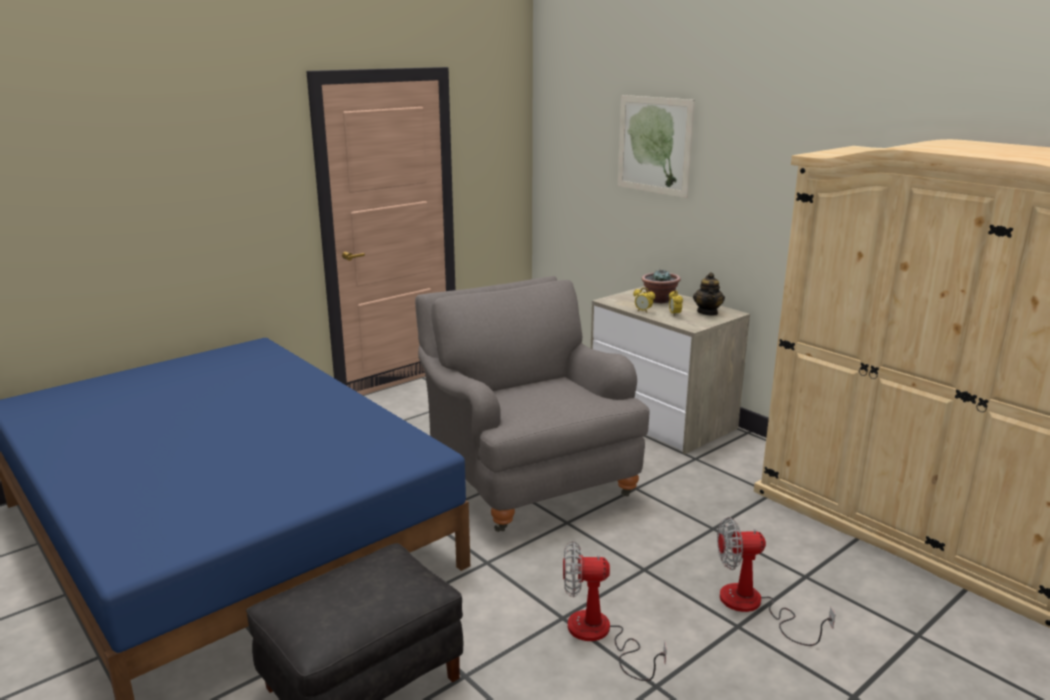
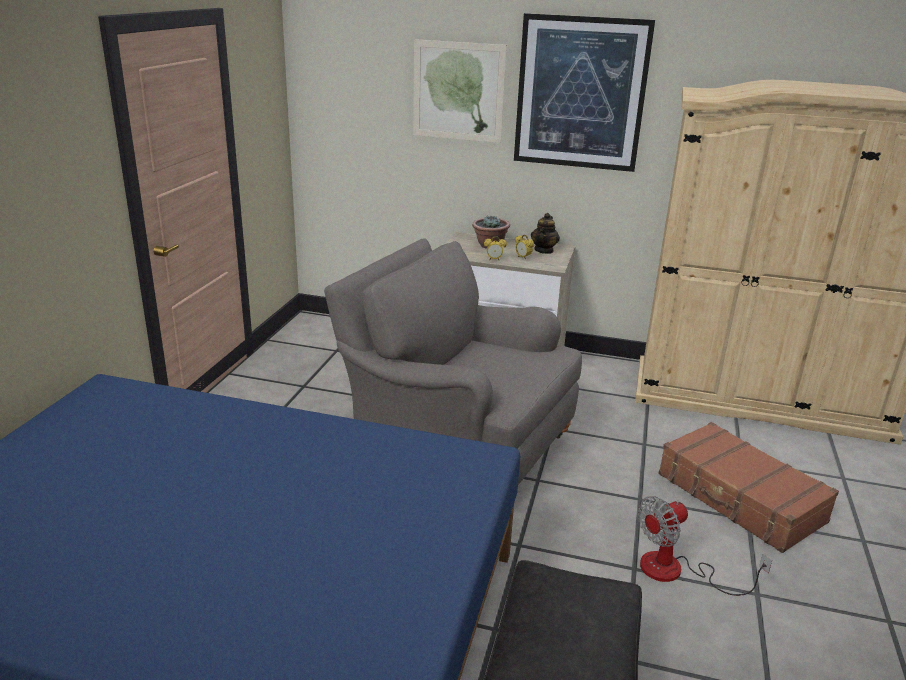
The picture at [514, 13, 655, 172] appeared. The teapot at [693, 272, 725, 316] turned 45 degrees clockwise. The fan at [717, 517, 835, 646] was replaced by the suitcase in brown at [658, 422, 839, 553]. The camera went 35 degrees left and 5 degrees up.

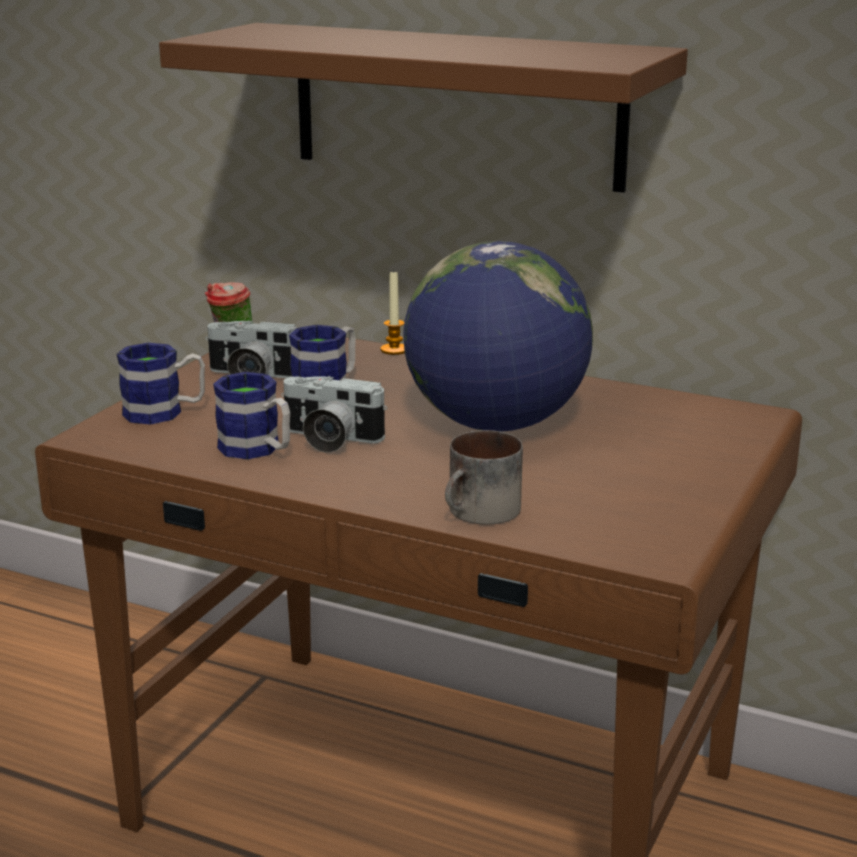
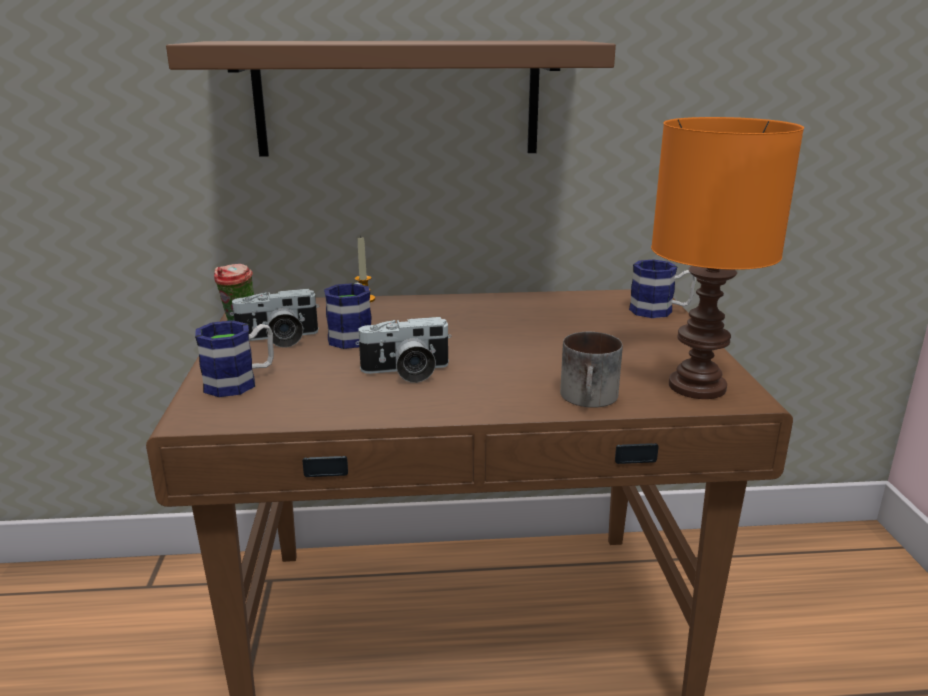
The mug moved from [213, 372, 290, 459] to [629, 260, 696, 318]. The table lamp in orange at [651, 117, 804, 399] appeared. The globe at [403, 241, 593, 431] disappeared. The camera went 30 degrees left and 0 degrees up.

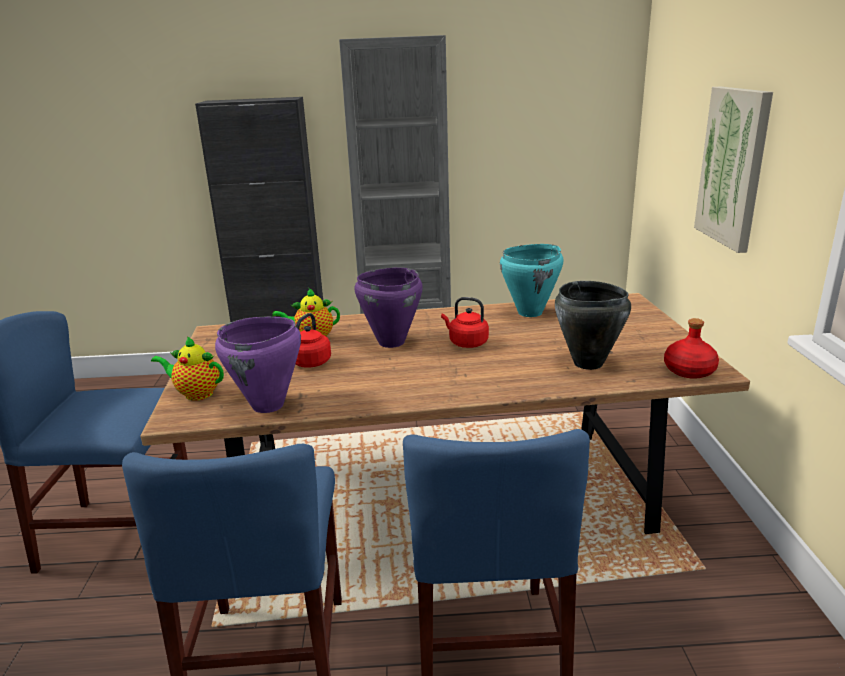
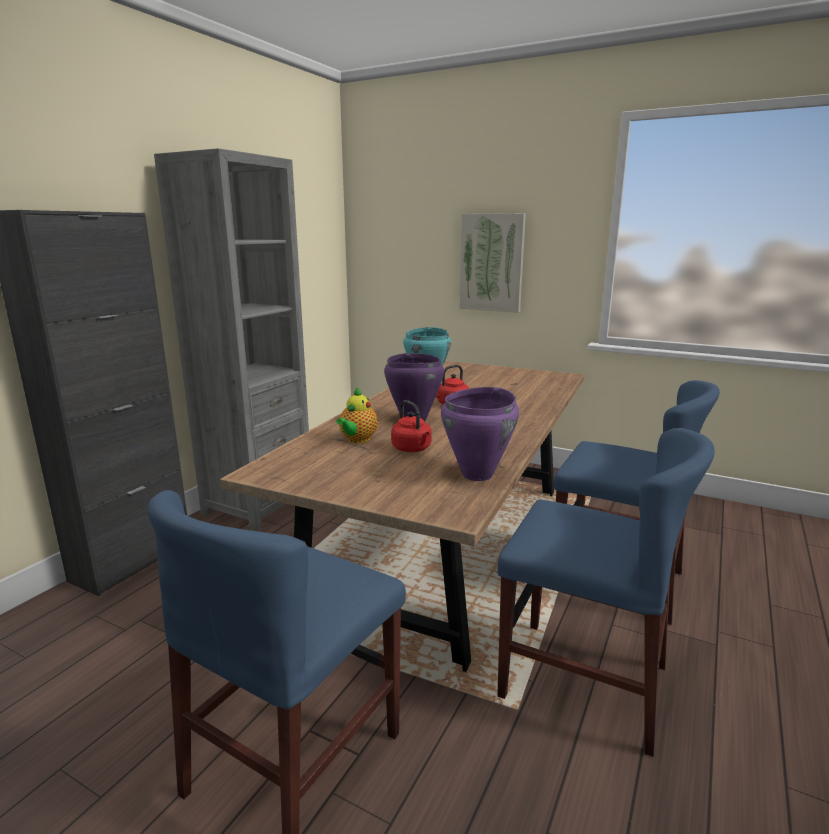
The teapot at [151, 336, 224, 401] disappeared. The cooking pot in black at [555, 281, 631, 370] disappeared. The bottle in red at [664, 318, 719, 379] disappeared. The camera went 60 degrees left and 5 degrees down.

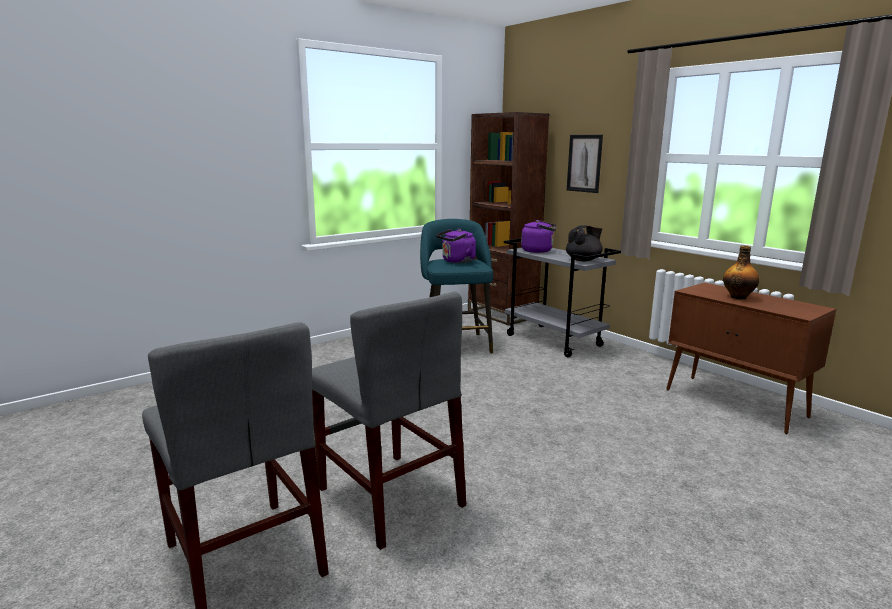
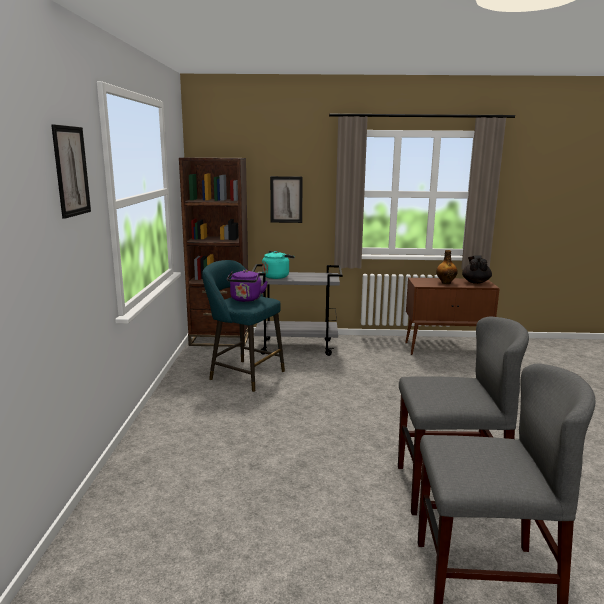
The picture at [51, 124, 91, 219] appeared. The kettle in purple at [521, 220, 556, 253] became the kettle in turquoise at [262, 251, 295, 279]. The teapot in black moved from [566, 225, 603, 261] to [462, 255, 492, 284]. The camera went 50 degrees left and 0 degrees up.

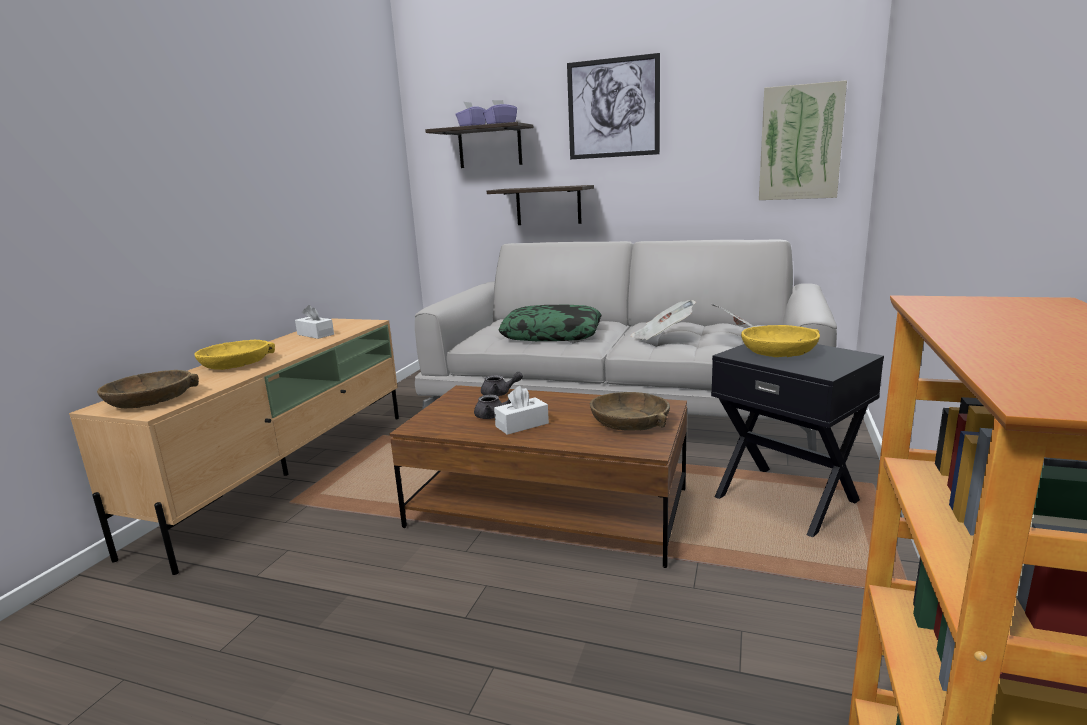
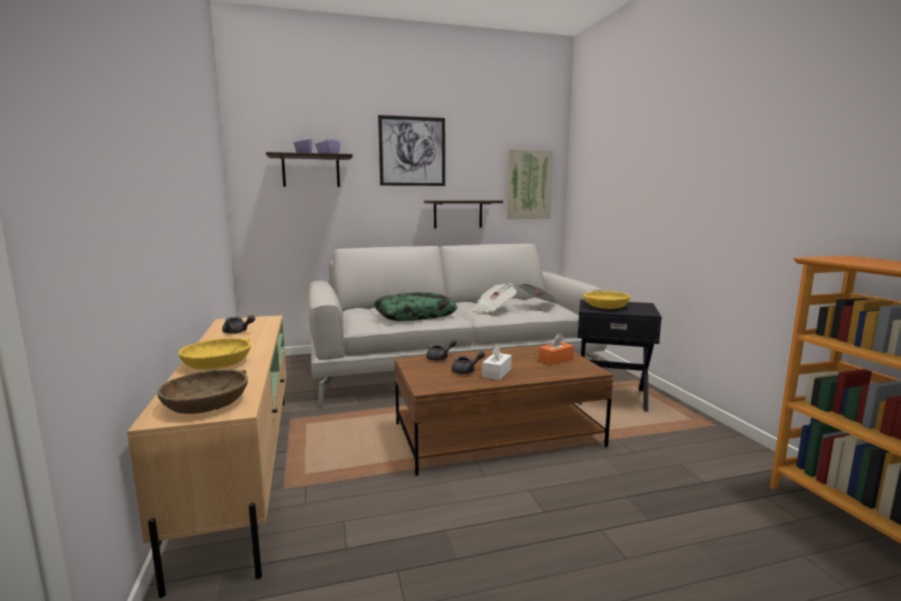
The tissue box in white at [295, 305, 334, 339] was replaced by the teapot in grey at [222, 315, 255, 334]. The shelf moved from [487, 185, 594, 225] to [424, 200, 503, 228]. The bowl in brown at [590, 392, 670, 431] was replaced by the tissue box in orange at [539, 333, 574, 365]. The camera went 35 degrees left and 5 degrees down.

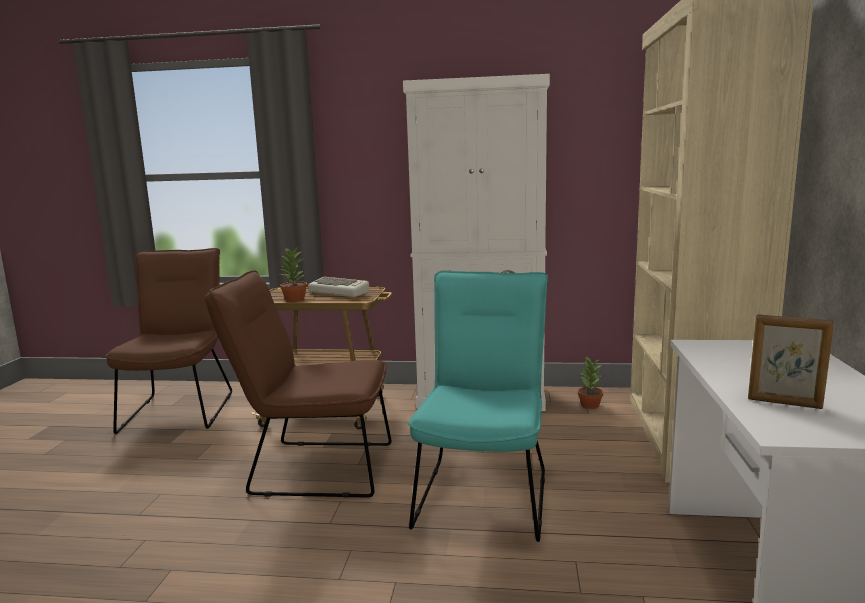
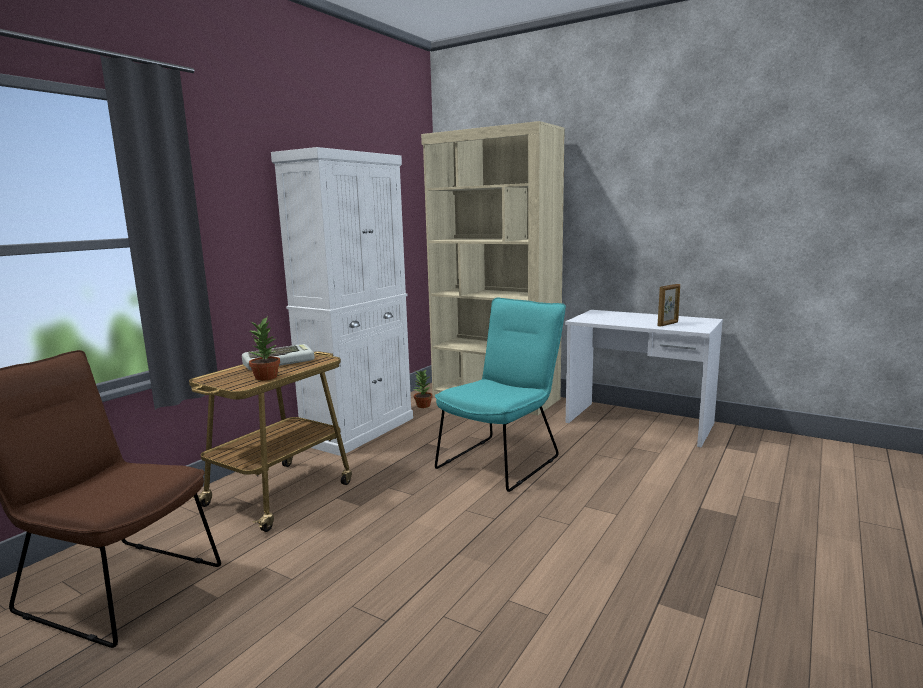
The chair in turquoise at [408, 271, 548, 542] turned 90 degrees clockwise. The chair in brown at [205, 270, 391, 498] disappeared. The camera went 65 degrees left and 0 degrees up.

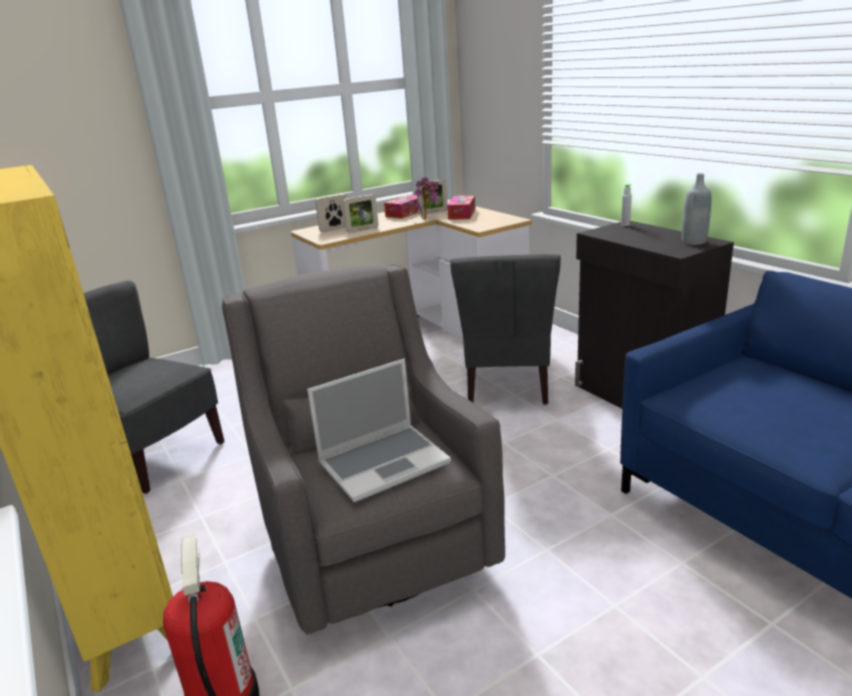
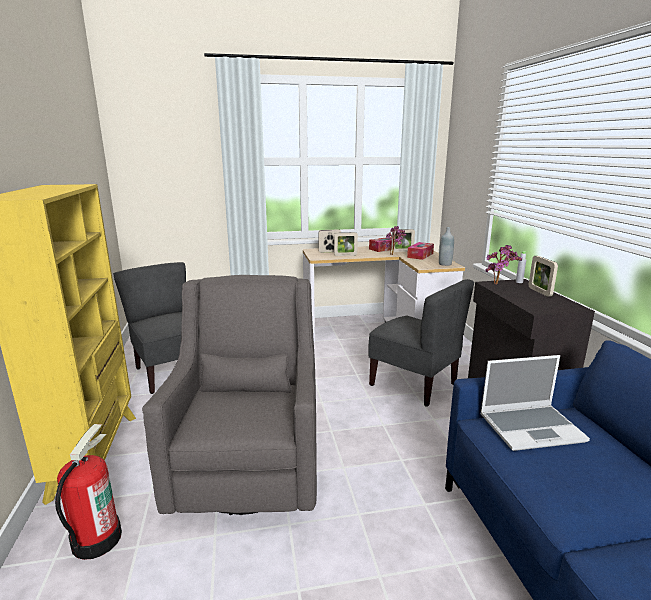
The chair in grey at [450, 254, 561, 404] turned 75 degrees counterclockwise. The bottle in grey moved from [682, 173, 711, 245] to [439, 227, 454, 266]. The laptop moved from [307, 359, 451, 502] to [480, 355, 590, 451]. The potted plant at [485, 245, 522, 284] appeared. The picture frame at [529, 256, 558, 297] appeared. The camera went 20 degrees right and 5 degrees down.

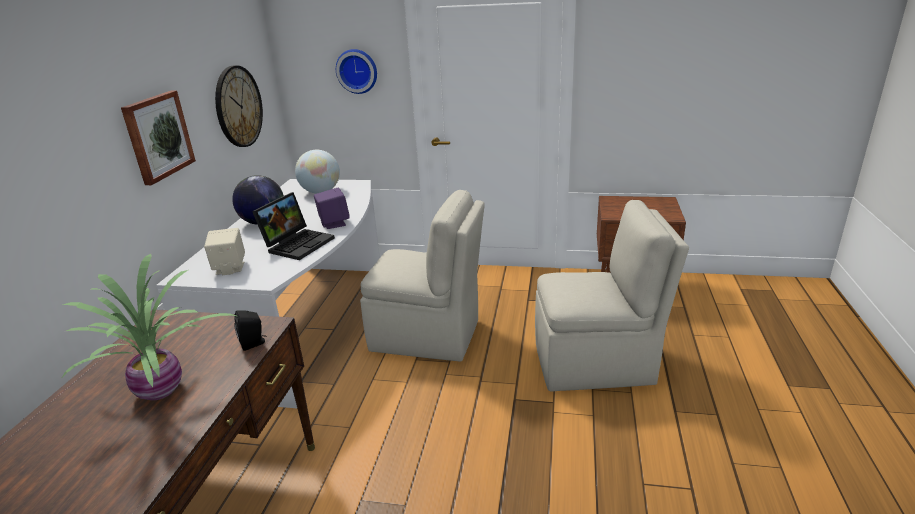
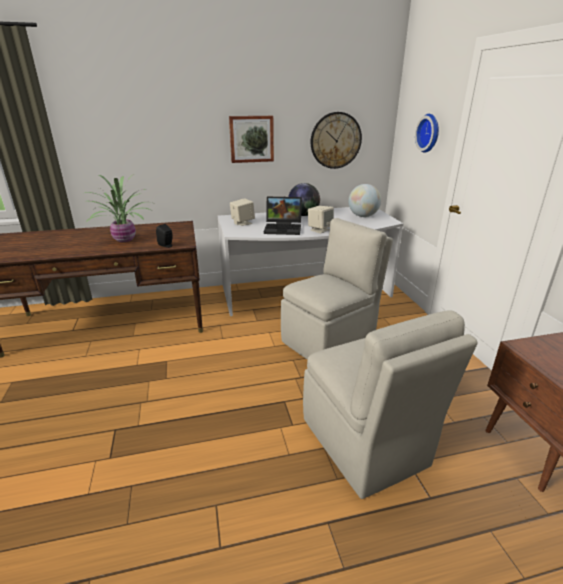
The chair in beige at [360, 190, 485, 362] turned 120 degrees counterclockwise. The speaker in purple at [314, 188, 350, 229] became the speaker in beige at [308, 206, 334, 234]. The camera went 65 degrees right and 0 degrees up.

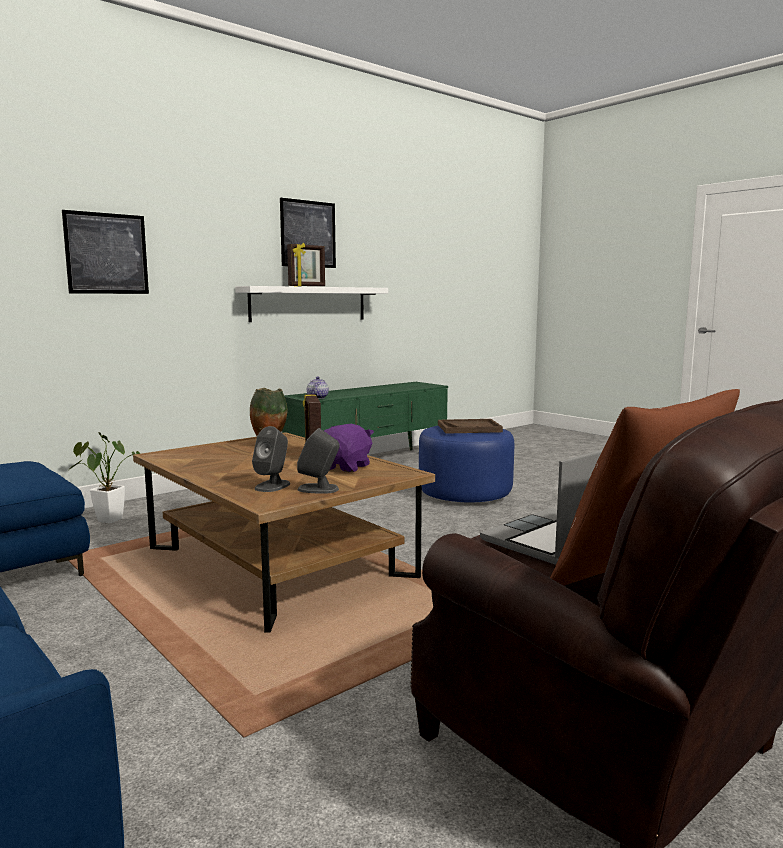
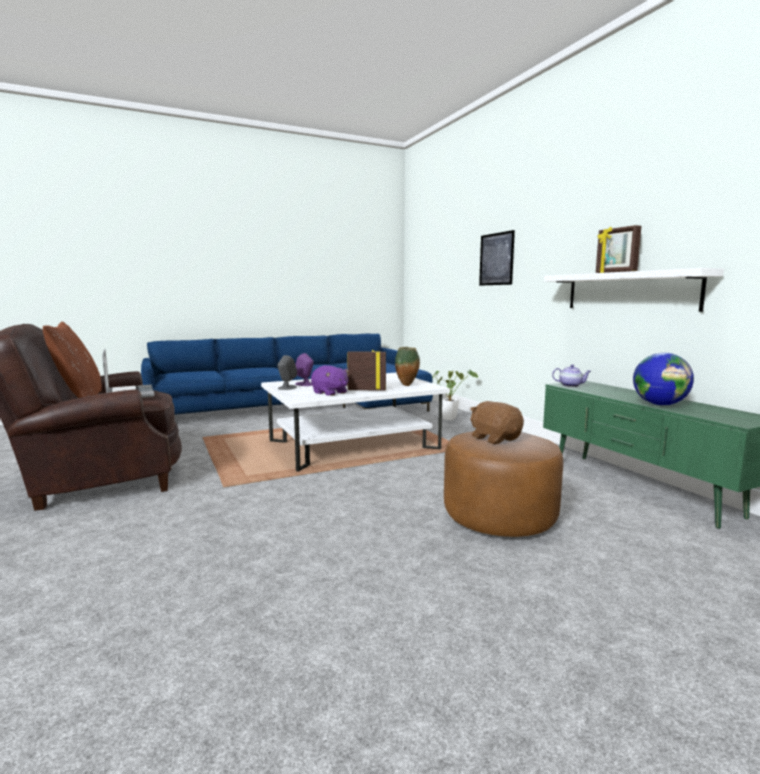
The coffee table in brown at [133, 432, 435, 633] became the coffee table in white at [261, 373, 450, 472]. The speaker in grey at [252, 426, 290, 492] became the speaker in purple at [295, 353, 314, 386]. The ottoman in blue at [419, 426, 514, 502] became the ottoman in brown at [444, 431, 563, 537]. The tray in brown at [438, 419, 503, 434] was replaced by the plush toy in brown at [470, 401, 524, 444]. The globe at [633, 353, 694, 405] appeared. The picture at [280, 198, 336, 268] disappeared. The camera went 105 degrees right and 0 degrees up.

